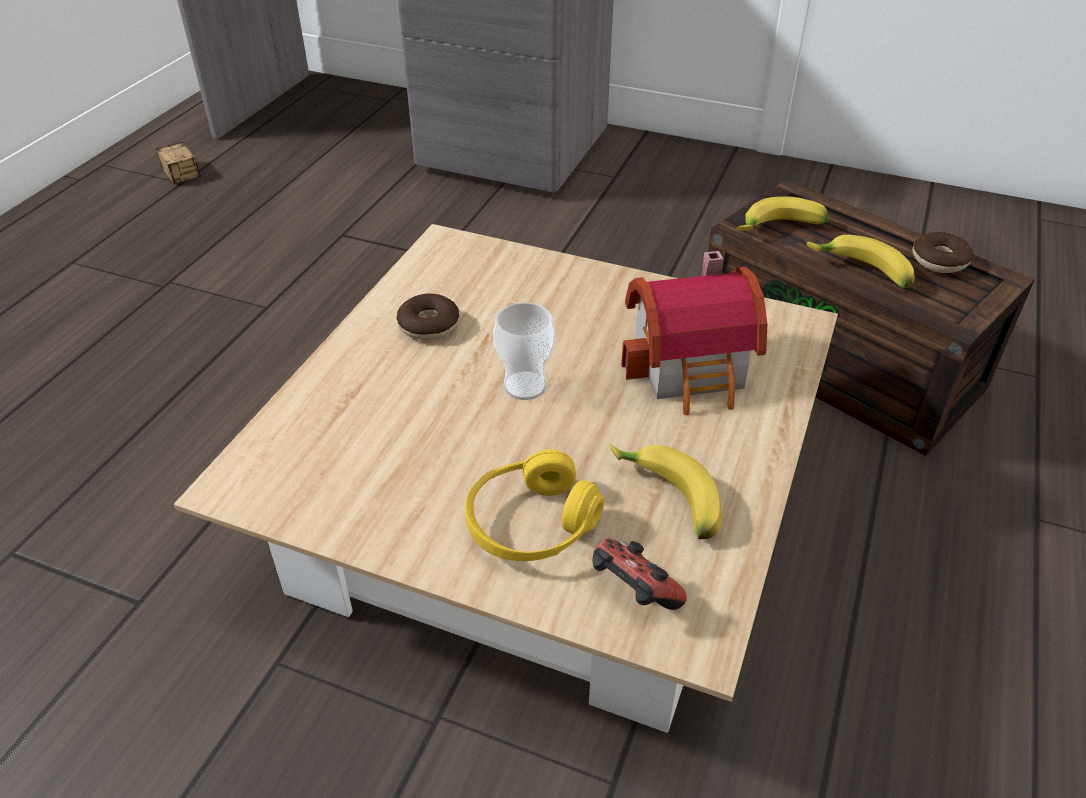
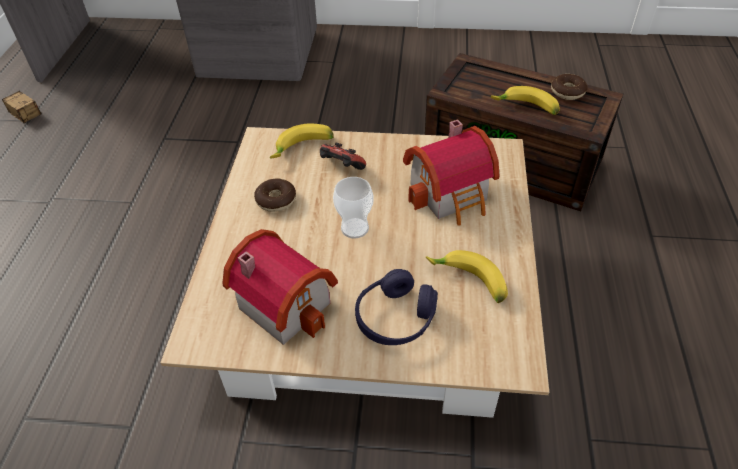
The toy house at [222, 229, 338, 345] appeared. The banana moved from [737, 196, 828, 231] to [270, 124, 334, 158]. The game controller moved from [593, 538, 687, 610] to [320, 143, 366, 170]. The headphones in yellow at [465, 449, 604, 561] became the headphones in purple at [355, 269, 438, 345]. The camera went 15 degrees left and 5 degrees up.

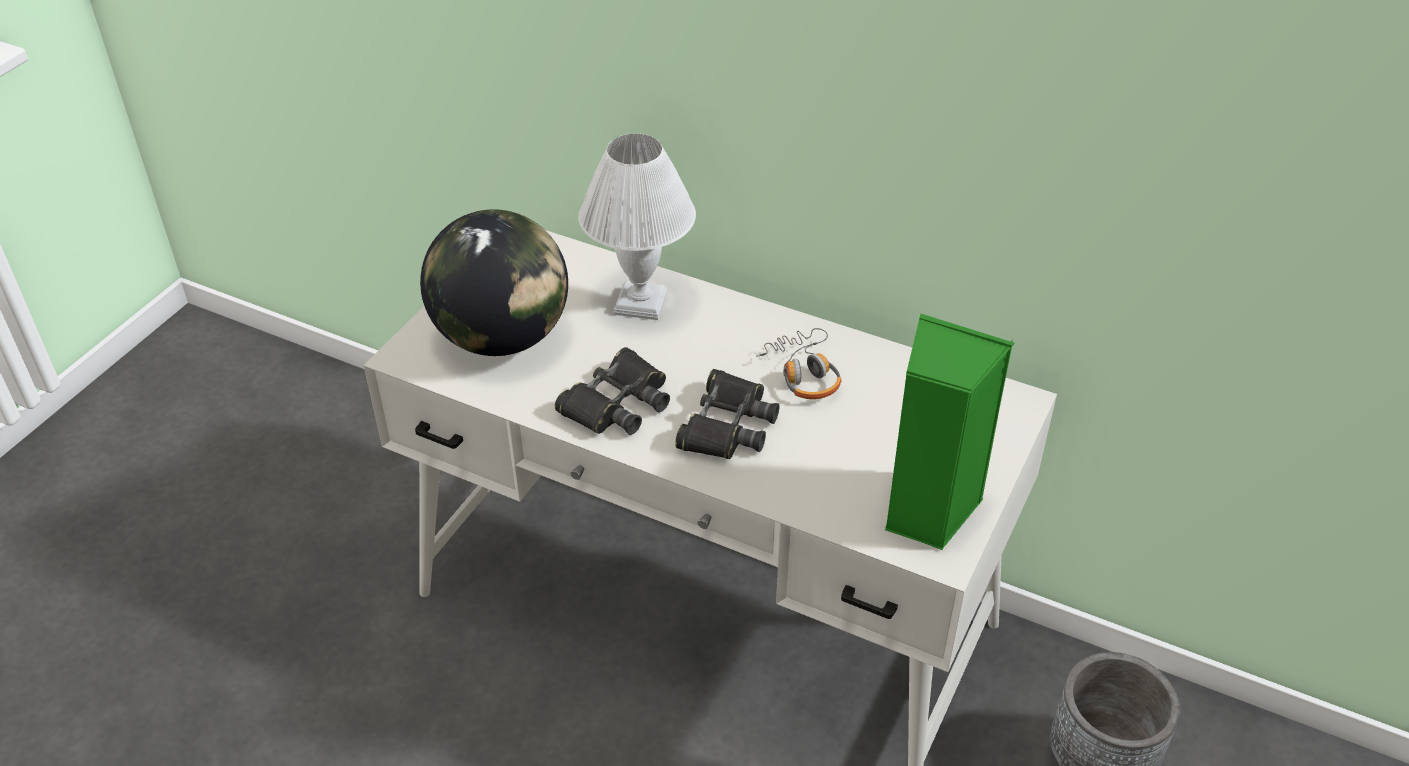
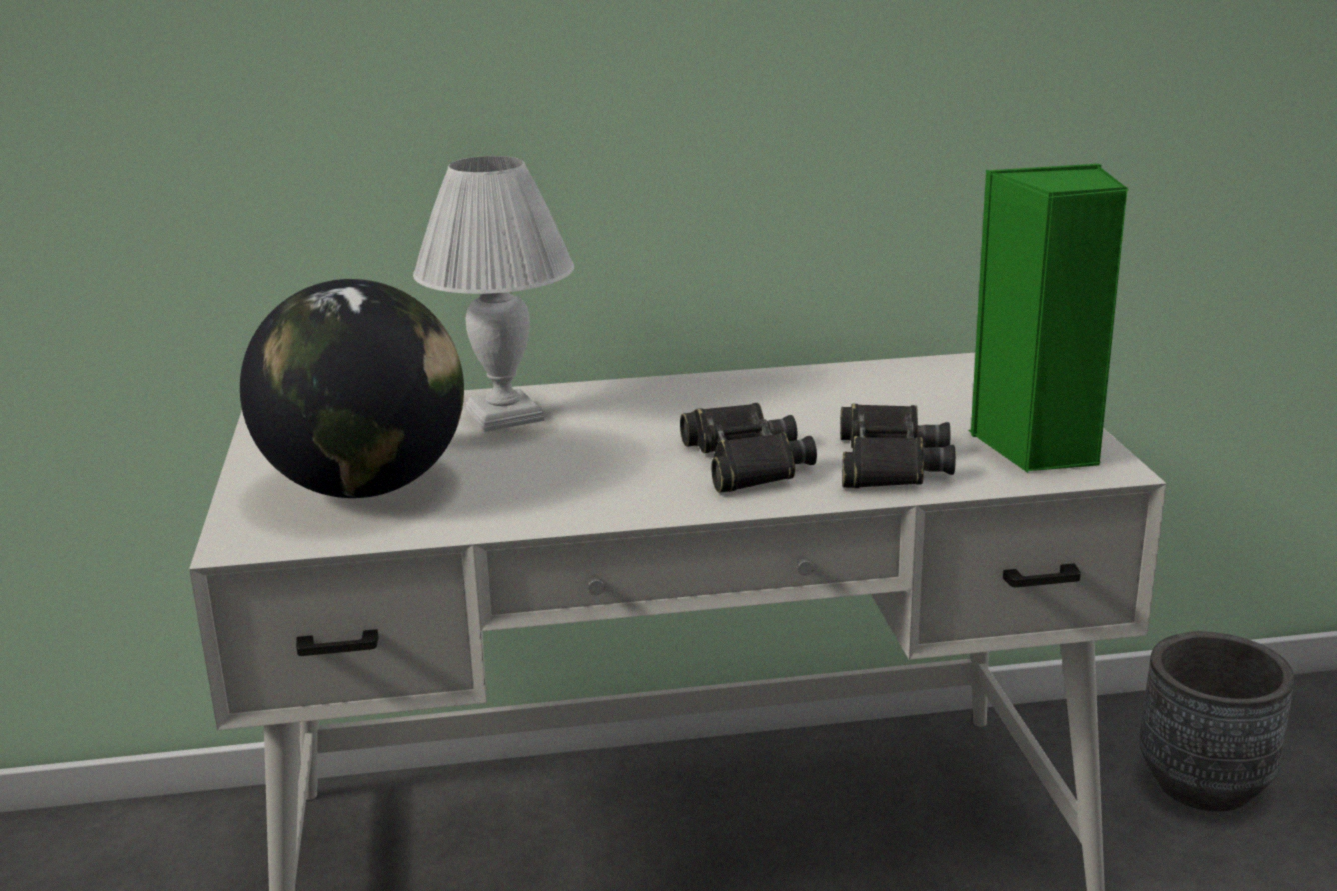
The binoculars in black moved from [555, 347, 670, 435] to [840, 404, 956, 488]. The headphones at [756, 328, 842, 399] disappeared. The camera went 35 degrees left and 20 degrees down.

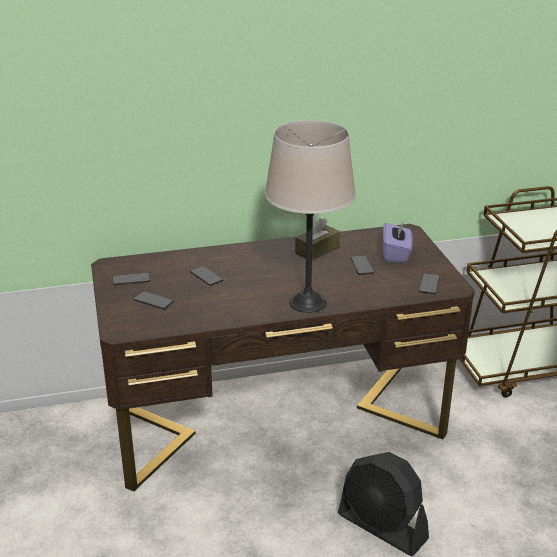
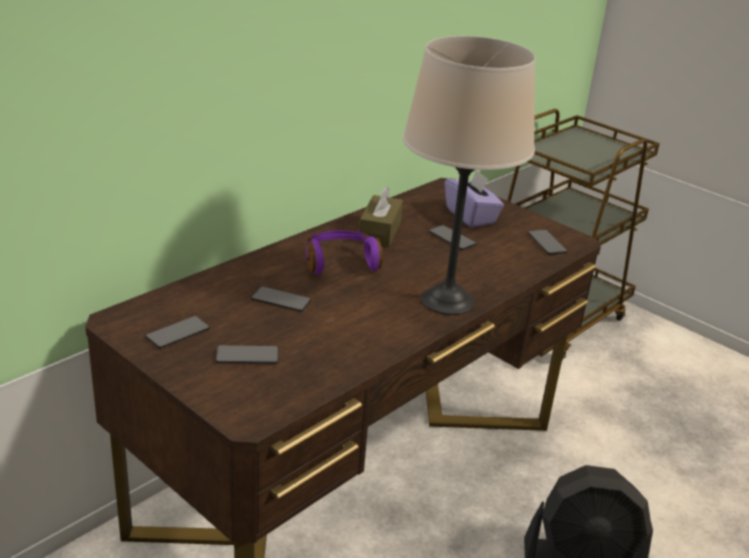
The headphones in purple at [306, 230, 383, 275] appeared. The camera went 35 degrees left and 0 degrees up.

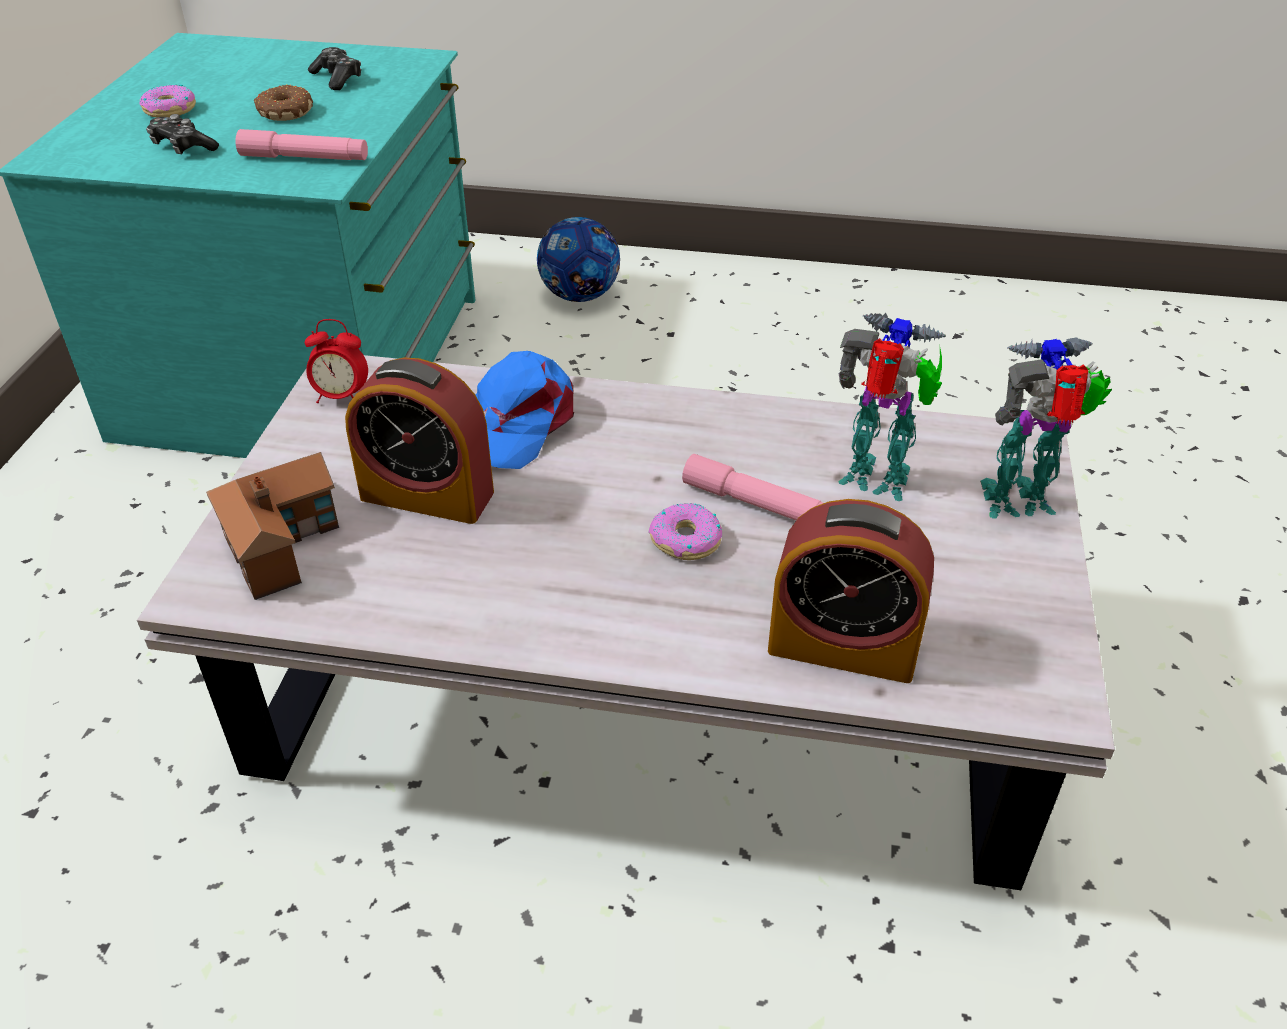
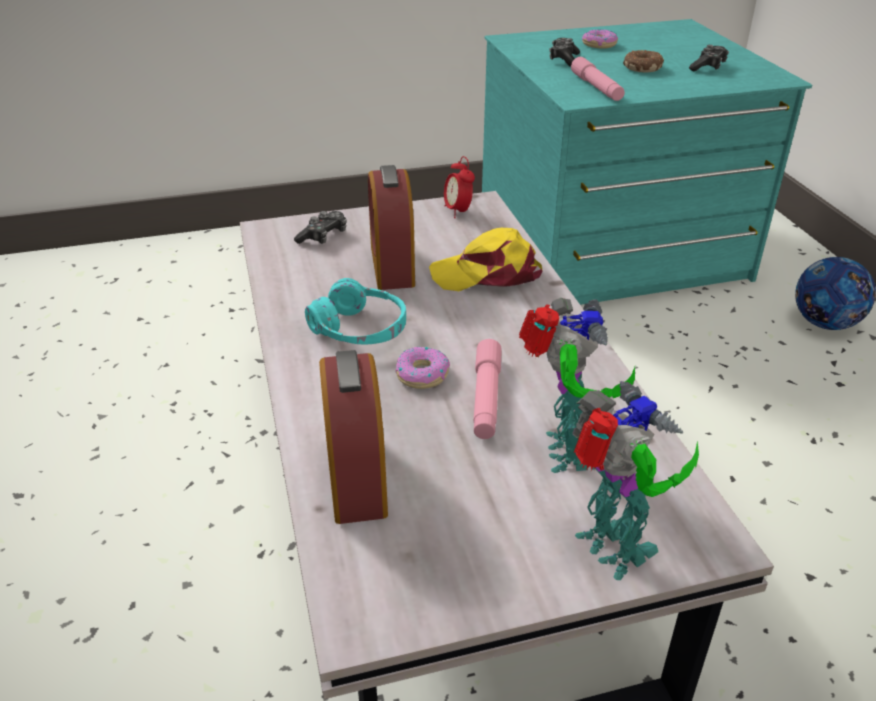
The toy house at [206, 452, 339, 600] was replaced by the game controller at [294, 211, 347, 244]. The headphones in turquoise at [305, 278, 406, 345] appeared. The cap in blue at [476, 351, 574, 469] became the cap in yellow at [429, 228, 542, 291]. The camera went 65 degrees right and 5 degrees down.

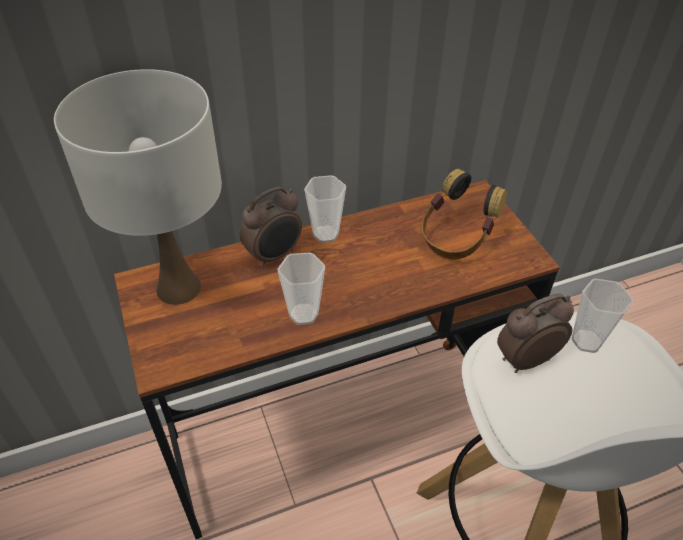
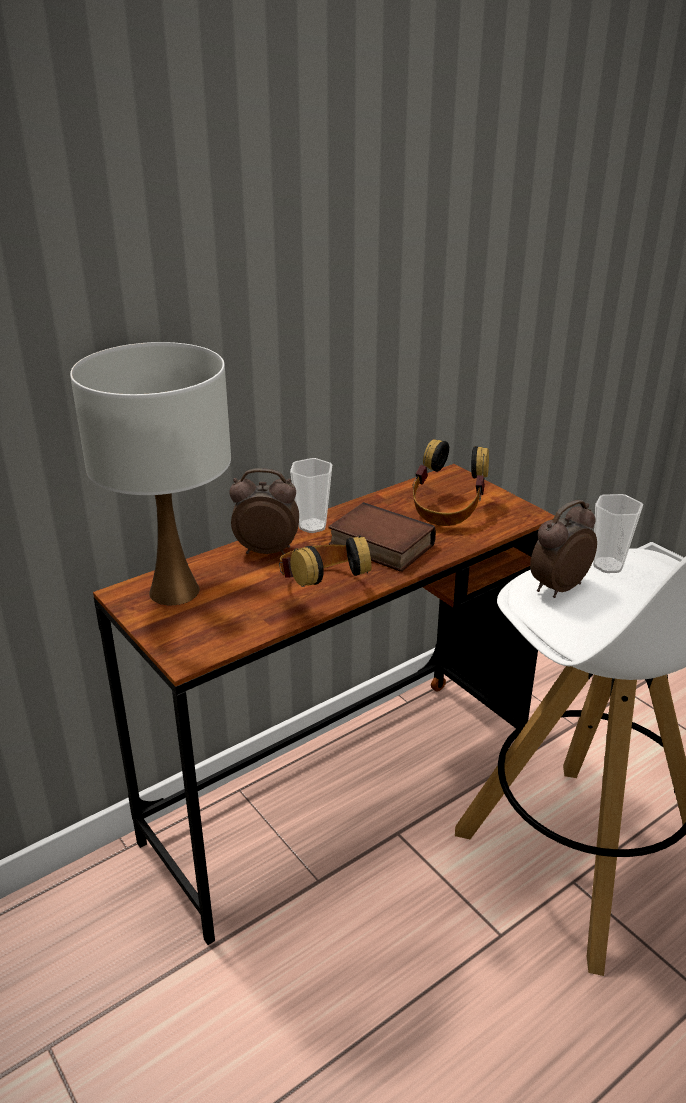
The alarm clock at [240, 186, 302, 268] turned 120 degrees counterclockwise. The cup at [278, 252, 325, 325] was replaced by the headphones at [279, 536, 372, 587]. The book at [329, 502, 436, 572] appeared. The camera went 15 degrees left and 15 degrees down.

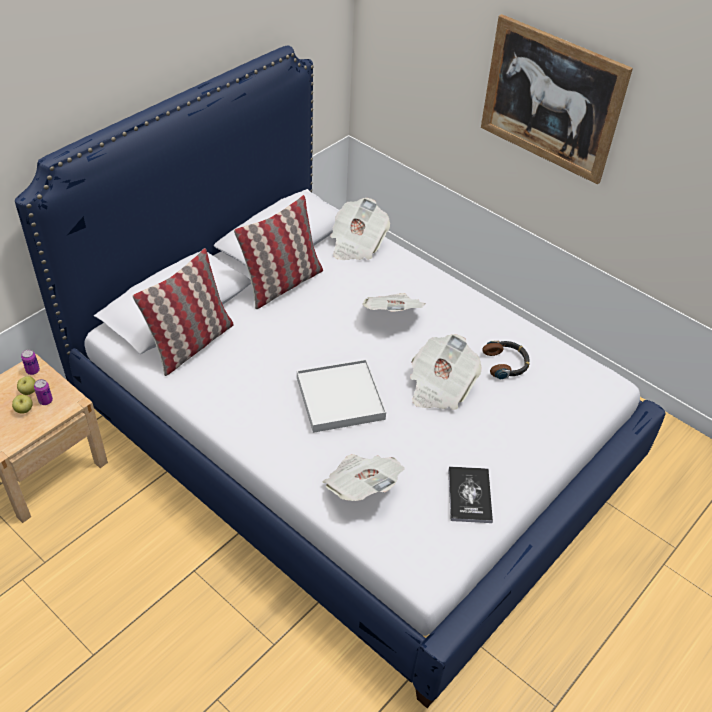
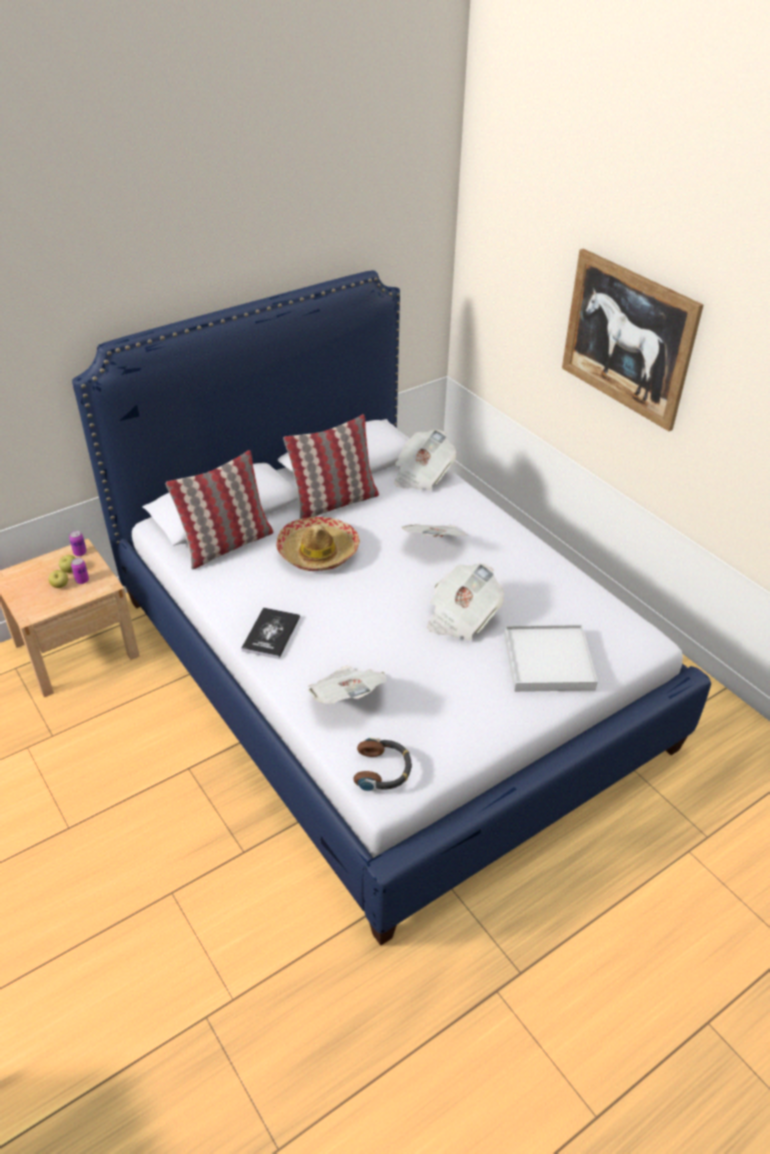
The book moved from [448, 466, 493, 523] to [241, 607, 300, 659]. The hat at [276, 517, 360, 571] appeared. The headphones moved from [482, 340, 530, 379] to [354, 738, 412, 791]. The tray in white moved from [297, 359, 386, 433] to [504, 625, 598, 692]. The camera went 15 degrees right and 5 degrees down.

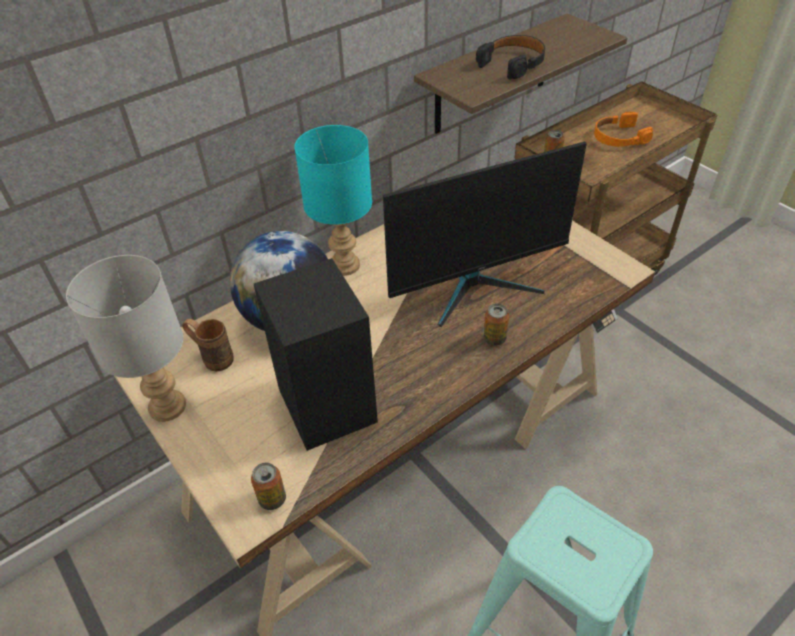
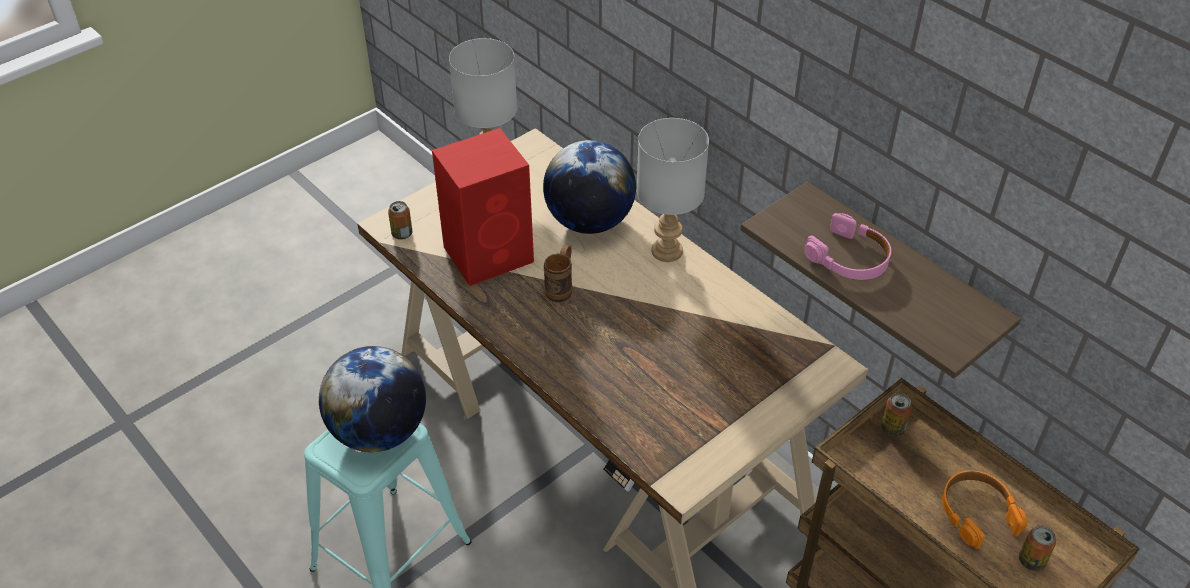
The globe at [319, 346, 426, 452] appeared. The speaker in black at [254, 258, 378, 451] became the speaker in red at [432, 128, 534, 286]. The mug in brown moved from [182, 319, 234, 372] to [544, 245, 572, 302]. The table lamp in turquoise at [294, 125, 372, 276] became the table lamp in grey at [637, 118, 709, 262]. The headphones in black at [476, 35, 545, 80] became the headphones in pink at [804, 213, 891, 280]. The can moved from [483, 304, 509, 346] to [1019, 526, 1056, 571]. The monitor at [383, 142, 587, 327] disappeared. The camera went 85 degrees right and 0 degrees up.

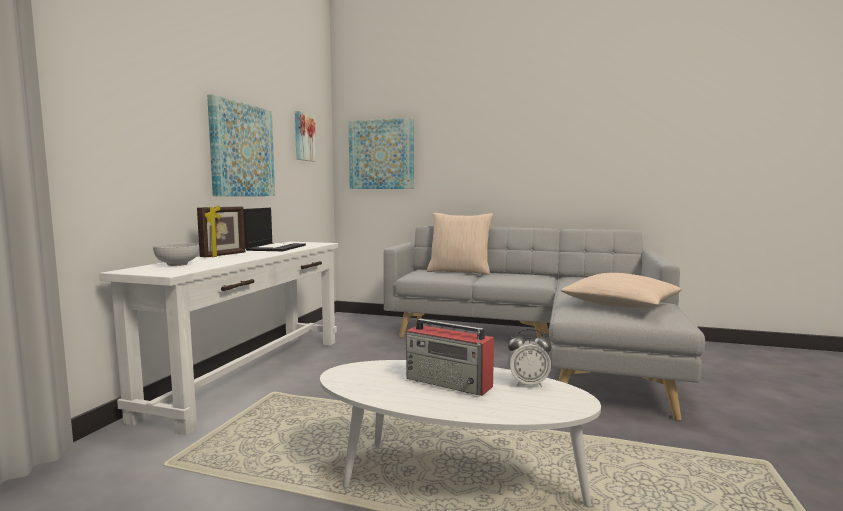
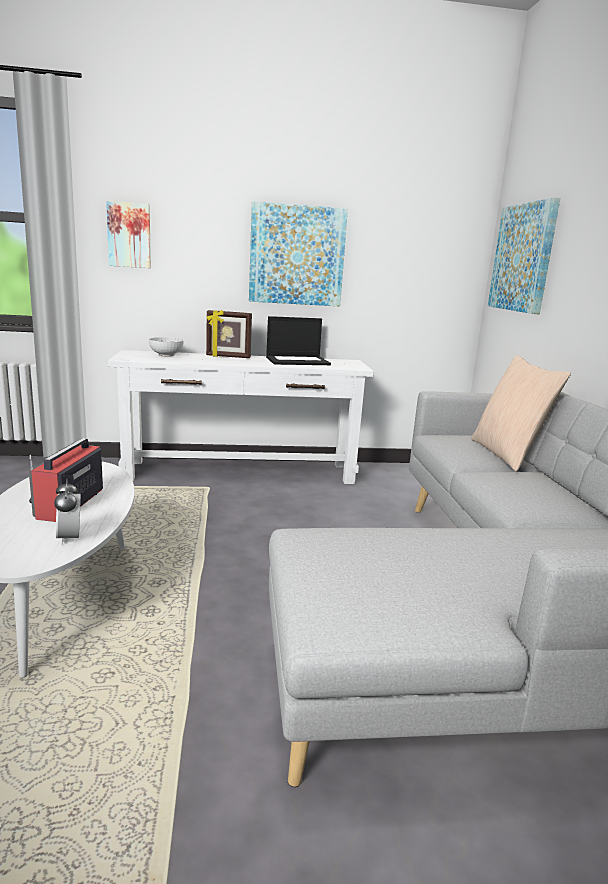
The picture moved from [295, 111, 316, 162] to [106, 201, 151, 268]. The pillow in beige at [561, 273, 682, 308] disappeared. The camera went 65 degrees right and 10 degrees up.

